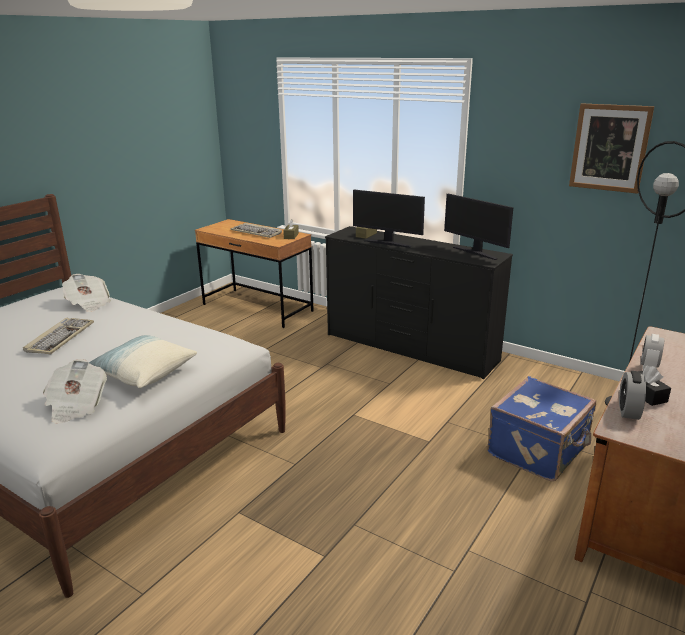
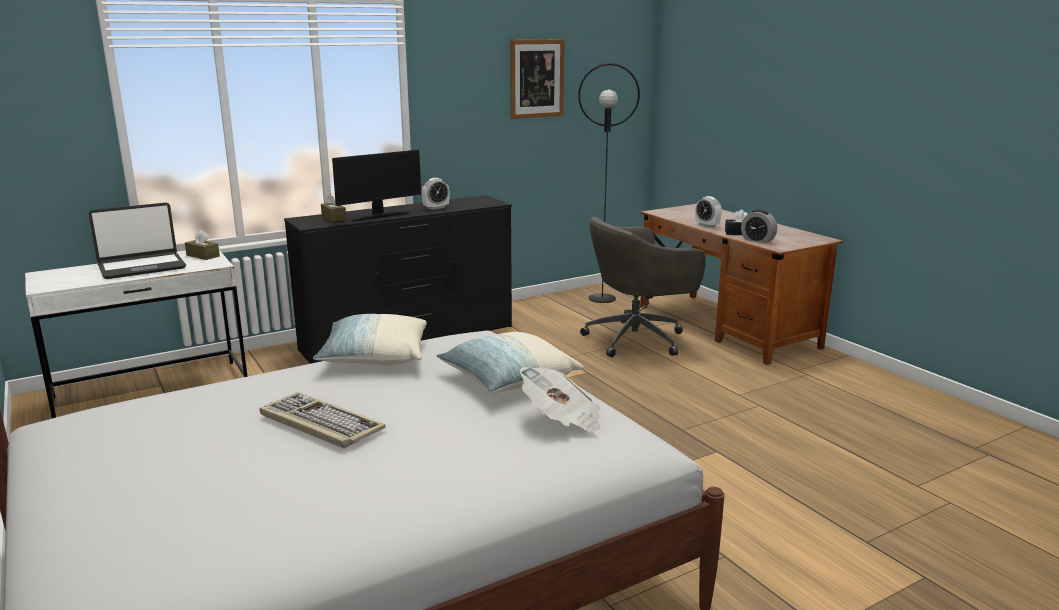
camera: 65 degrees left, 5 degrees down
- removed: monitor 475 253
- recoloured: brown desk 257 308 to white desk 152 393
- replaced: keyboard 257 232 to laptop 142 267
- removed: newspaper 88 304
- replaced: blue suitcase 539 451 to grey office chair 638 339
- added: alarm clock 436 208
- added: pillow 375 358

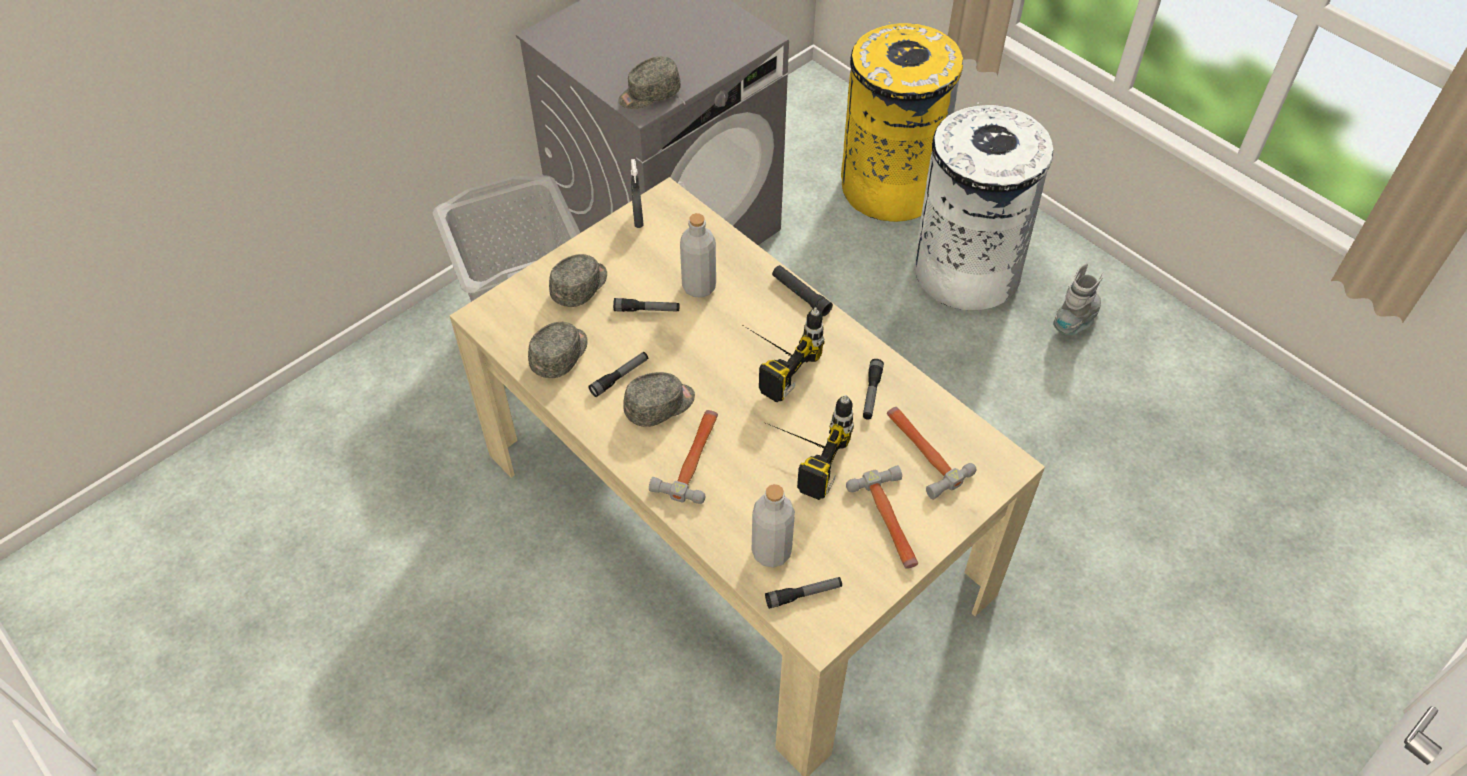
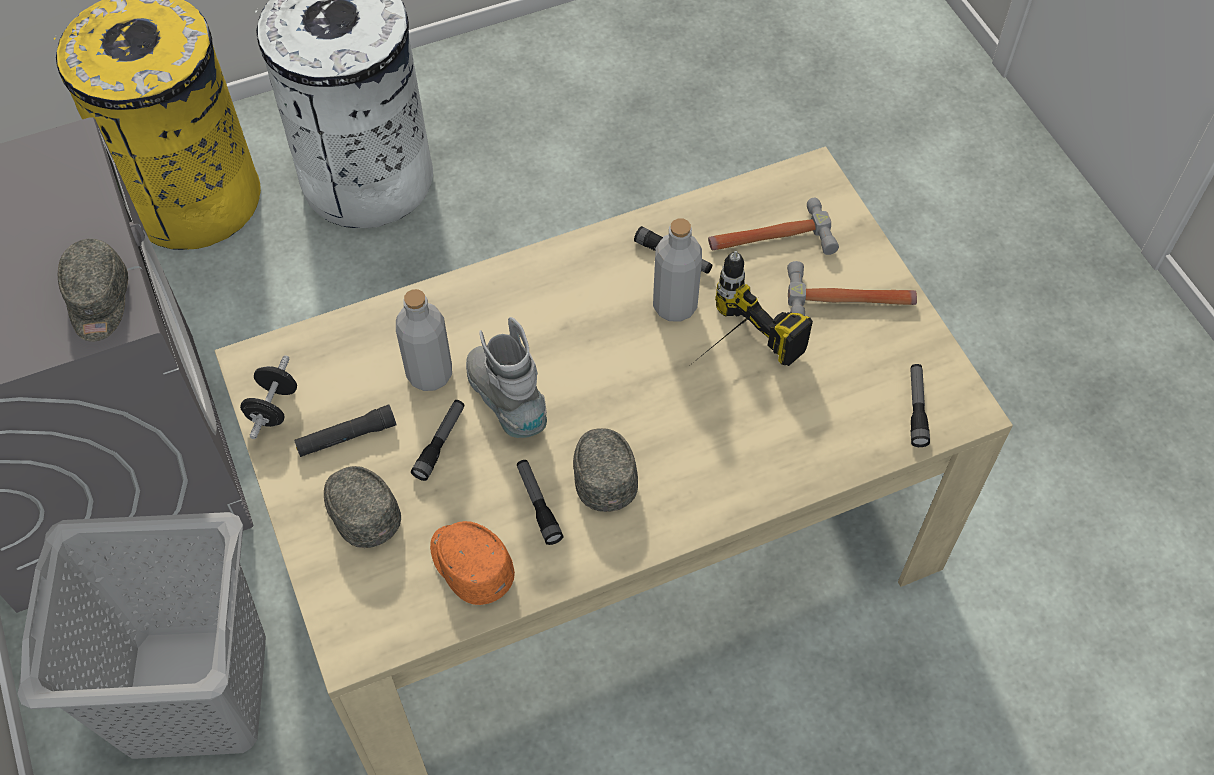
camera: 70 degrees left, 5 degrees up
- replaced: grey spray bottle 638 219 to black dumbbell 273 408
- moved: grey boot 1076 321 to 507 401
- moved: black flashlight 801 295 to 346 437
- removed: power drill 770 360
- recoloured: grey cap 560 355 to orange cap 470 565
- removed: hammer 693 458
- moved: grey bottle 771 551 to 675 305

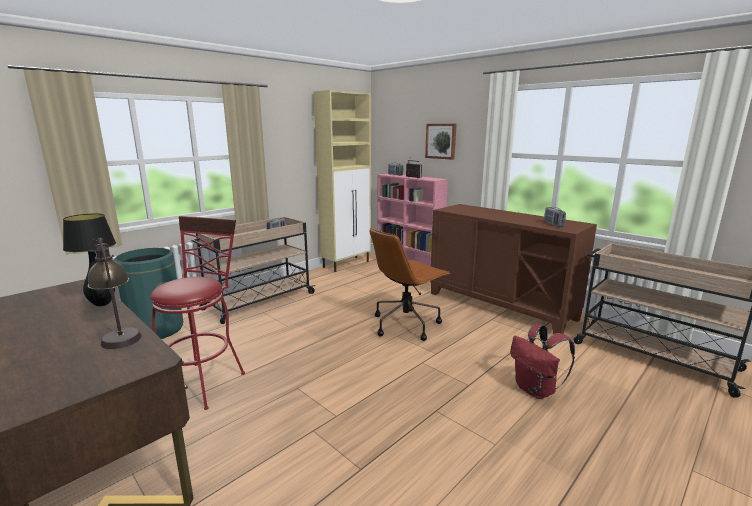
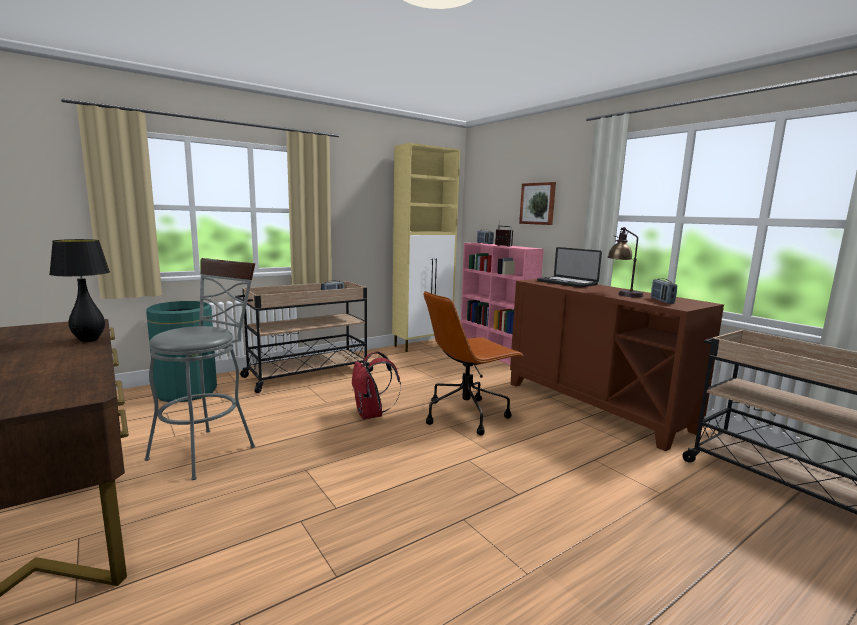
camera: 10 degrees right, 5 degrees down
- recoloured: red stool 205 380 to grey stool 209 449
- moved: table lamp 119 334 to 623 293
- moved: red backpack 536 390 to 371 414
- added: laptop 566 283

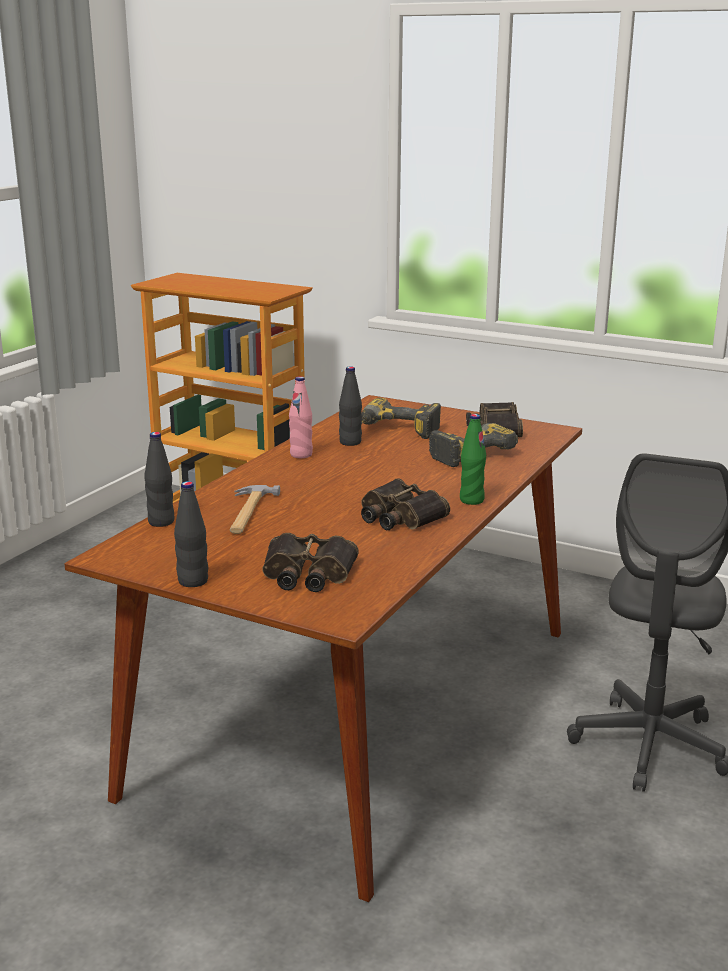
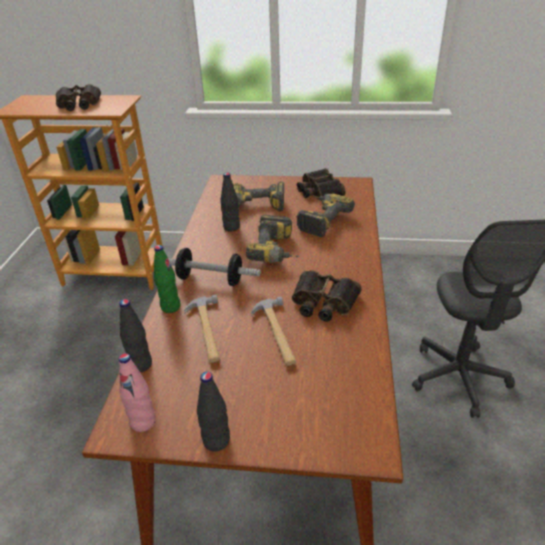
camera: 20 degrees left, 15 degrees up
- moved: pink bottle 301 455 to 143 422
- moved: green bottle 471 500 to 170 307
- moved: binoculars 307 574 to 78 104
- added: power drill 277 251
- added: dumbbell 210 279
- added: hammer 276 333

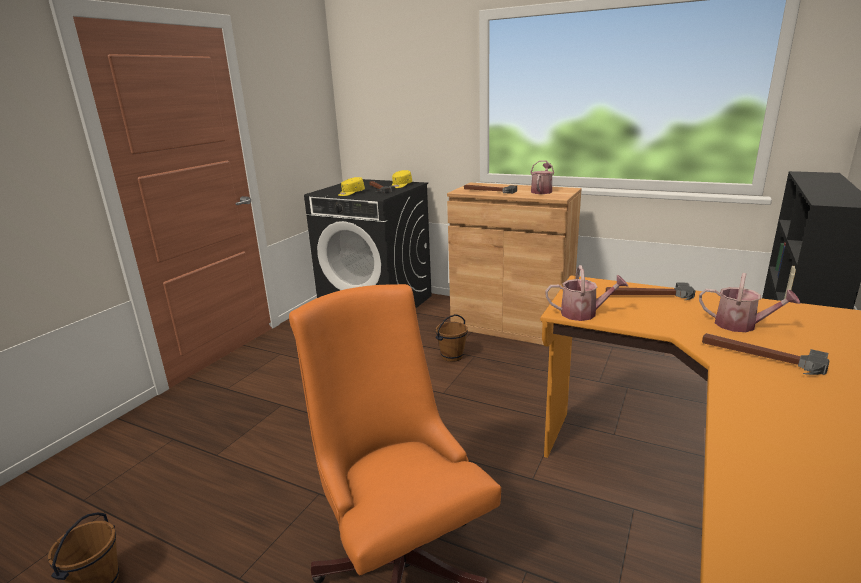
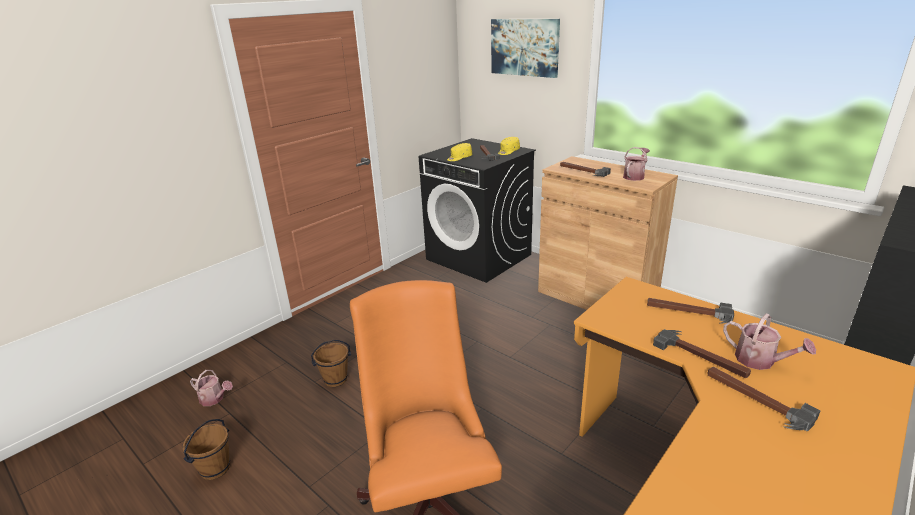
camera: 15 degrees right, 5 degrees up
- moved: watering can 583 313 to 214 399
- moved: brown bucket 452 357 to 335 380
- added: picture 524 47
- added: hammer 701 356

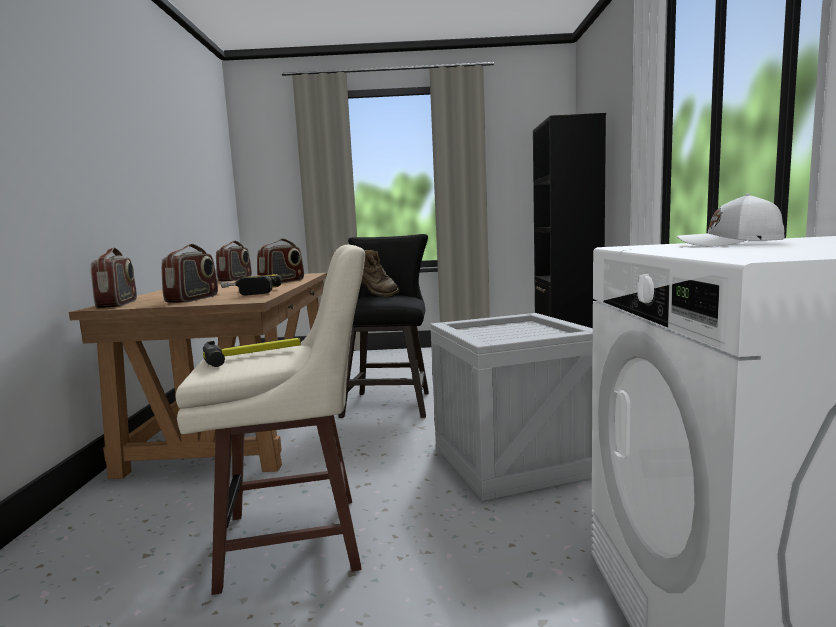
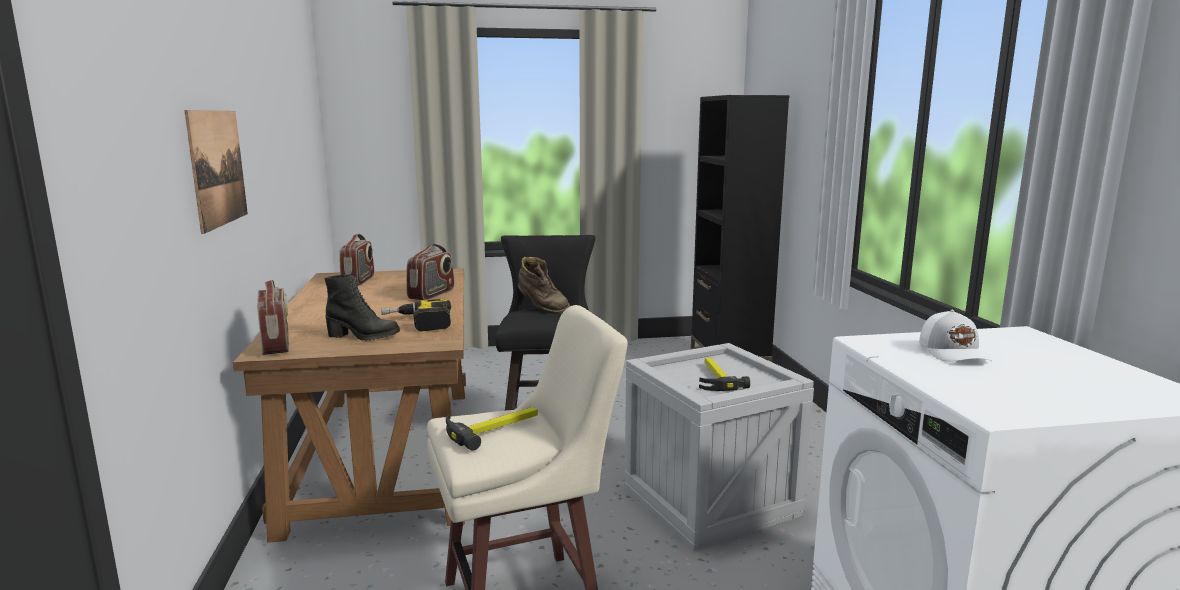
camera: 10 degrees left, 5 degrees up
- turned: white cap 730 244 = 954 352 105 degrees counterclockwise
- replaced: radio 193 299 to black boot 363 336
- added: picture 218 167
- added: hammer 714 377

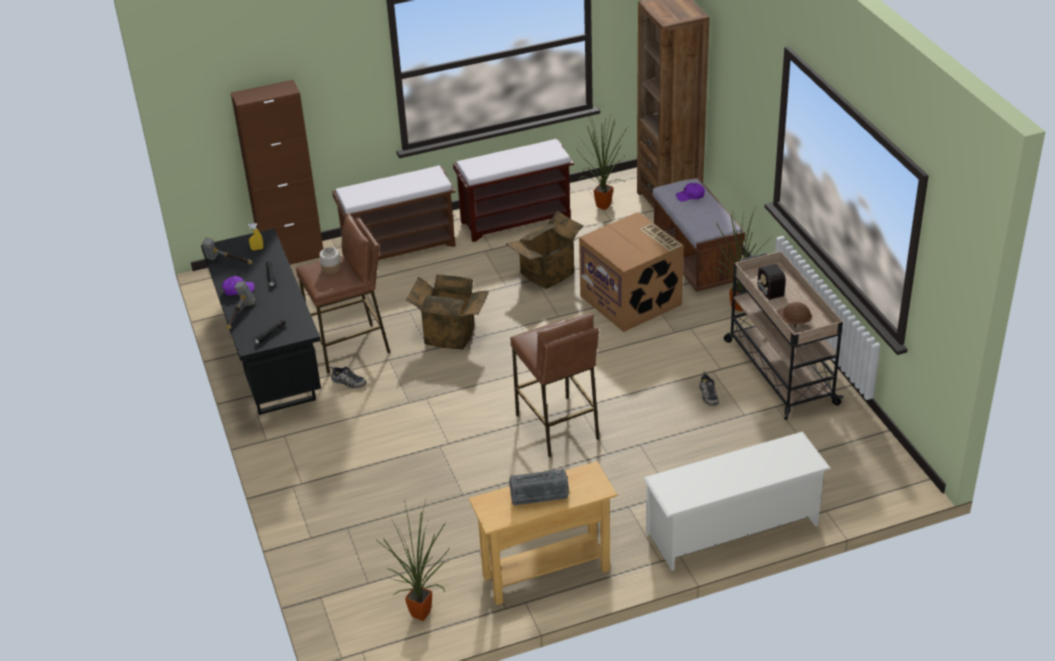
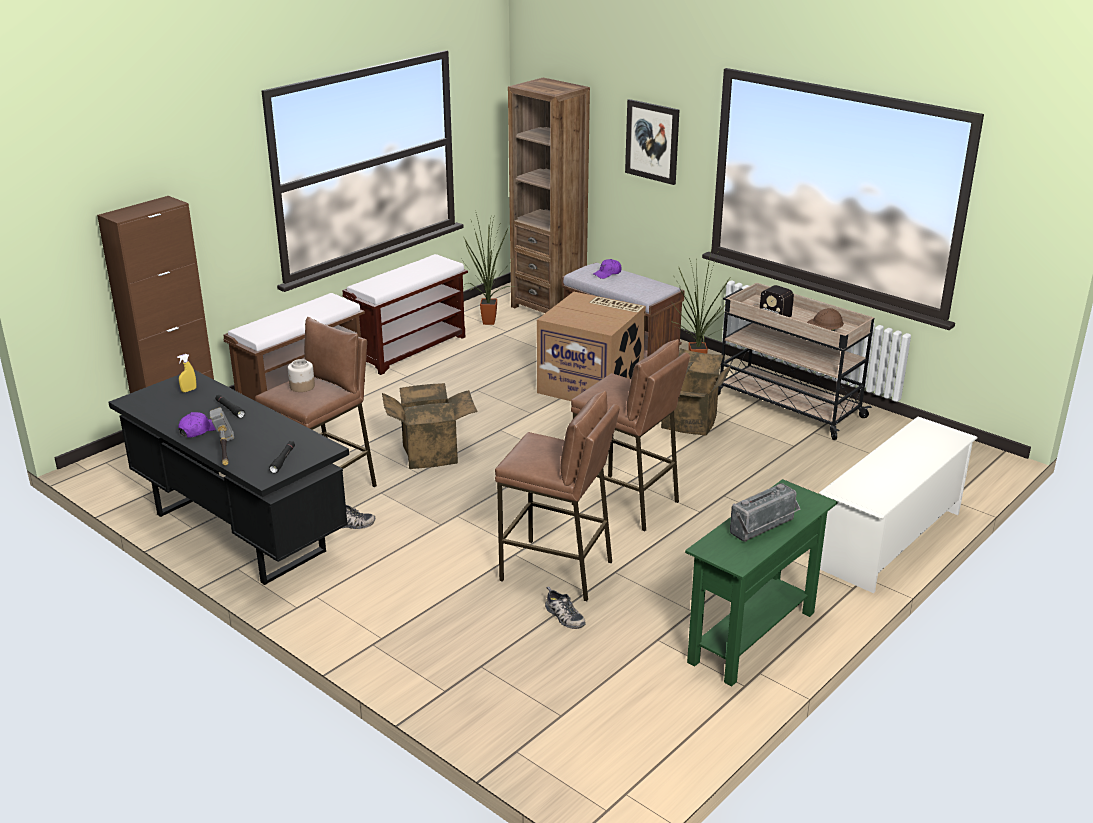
camera: 30 degrees left, 10 degrees down
- moved: cardboard box 548 274 to 691 422
- removed: hammer 228 263
- moved: shoe 707 394 to 563 616
- recoloured: beige console table 546 573 to green console table 752 637
- removed: potted plant 423 616
- added: picture 652 141
- added: brown stool 557 571

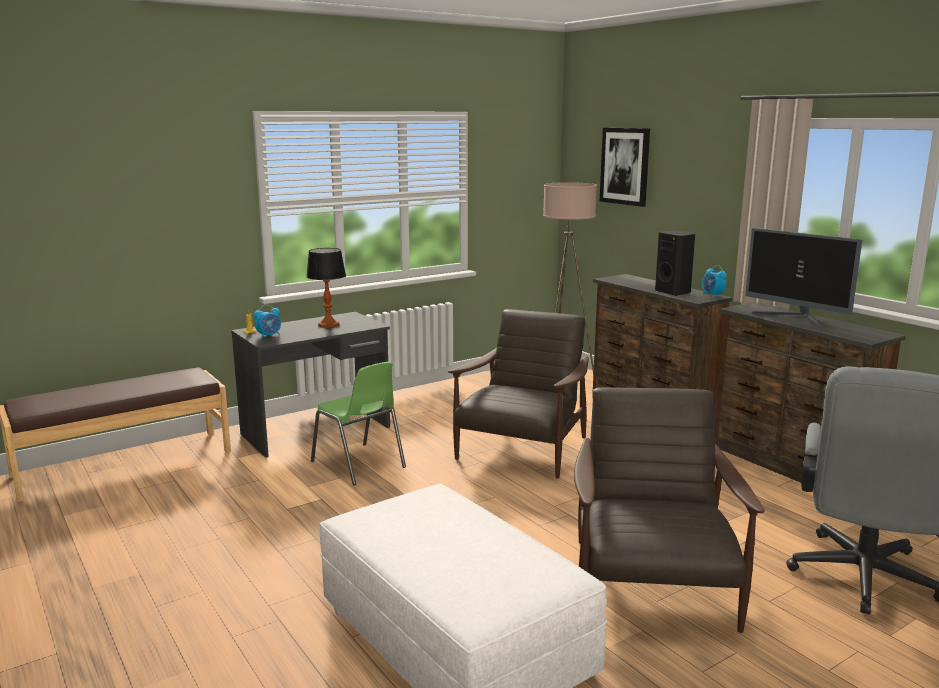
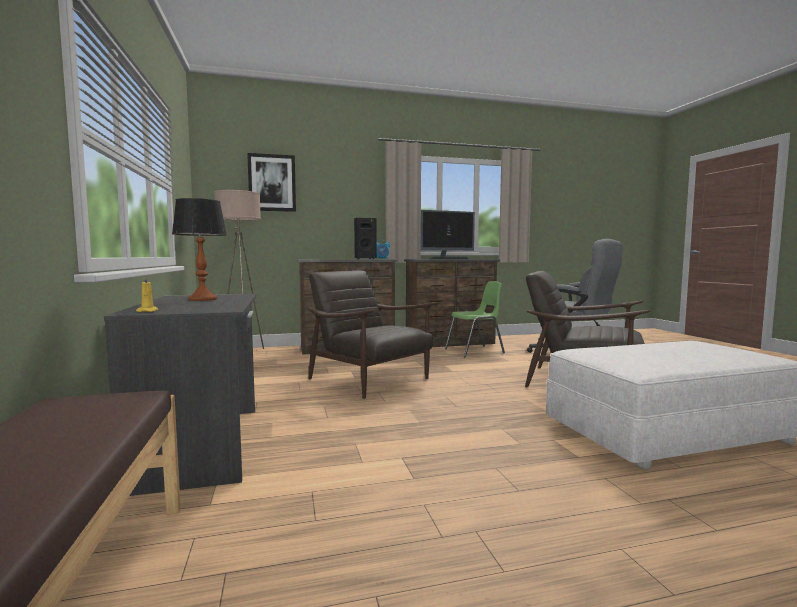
camera: 70 degrees left, 10 degrees down
- removed: alarm clock 269 336
- moved: green chair 359 465 to 475 351

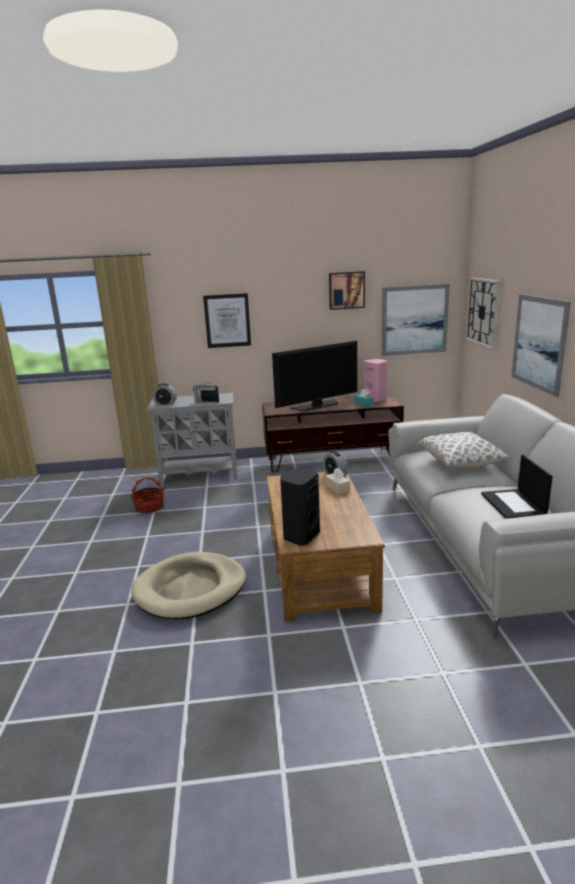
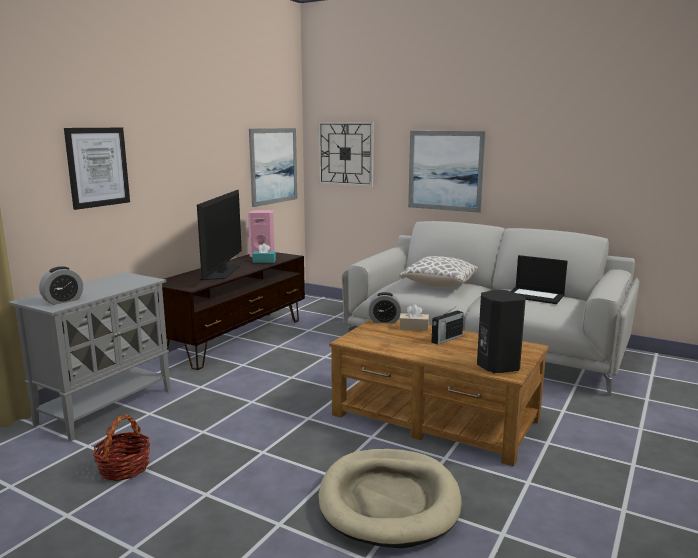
camera: 55 degrees left, 5 degrees down
- removed: picture 346 290
- moved: radio 206 402 to 446 339

